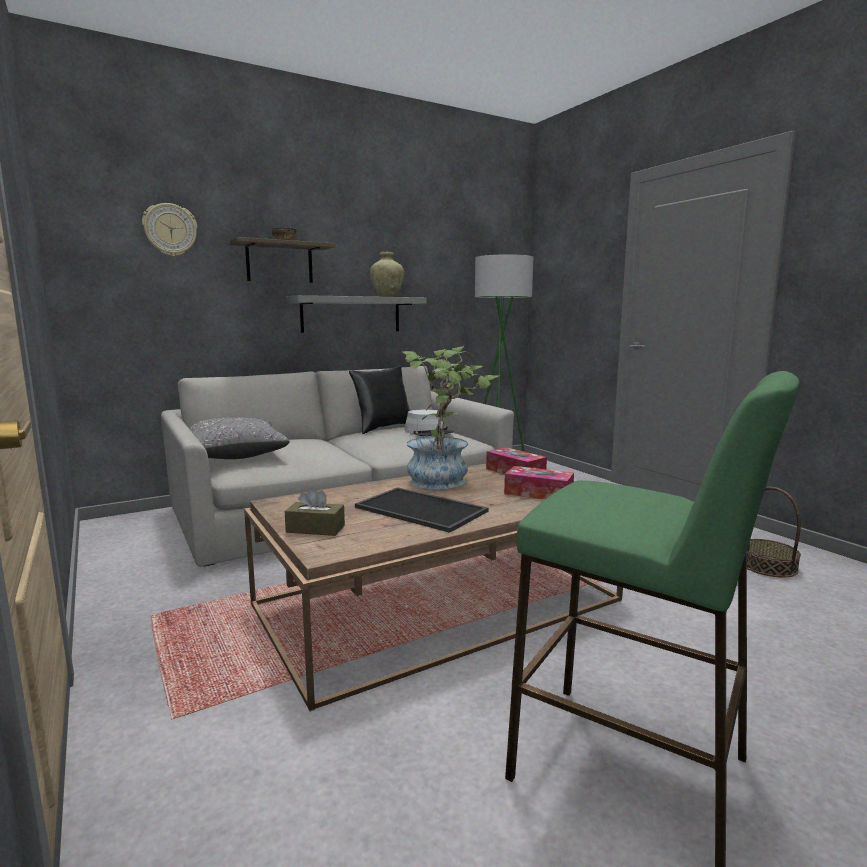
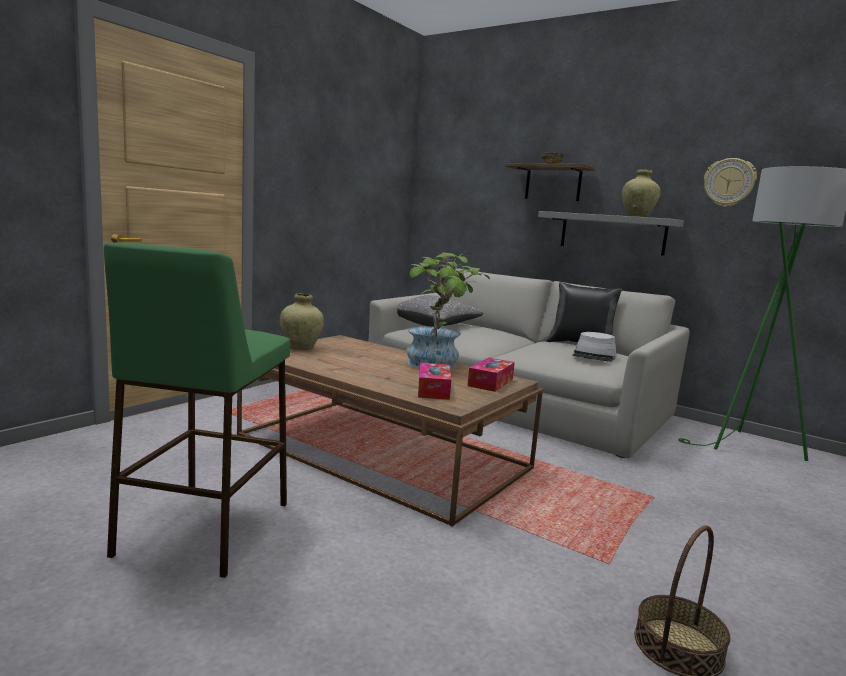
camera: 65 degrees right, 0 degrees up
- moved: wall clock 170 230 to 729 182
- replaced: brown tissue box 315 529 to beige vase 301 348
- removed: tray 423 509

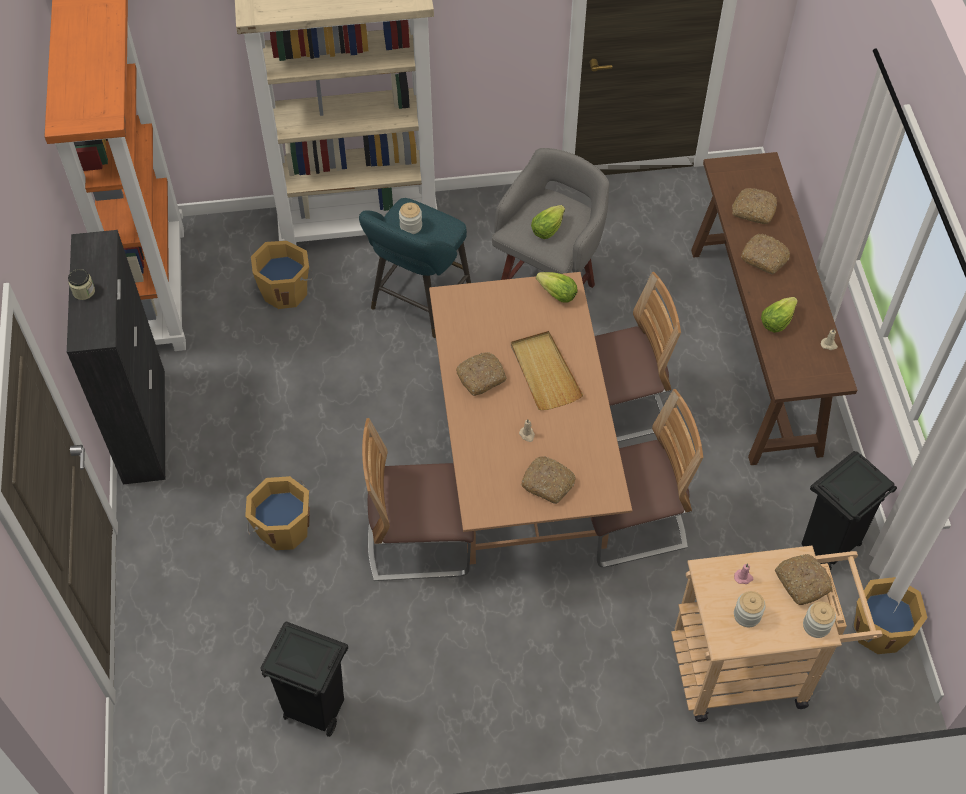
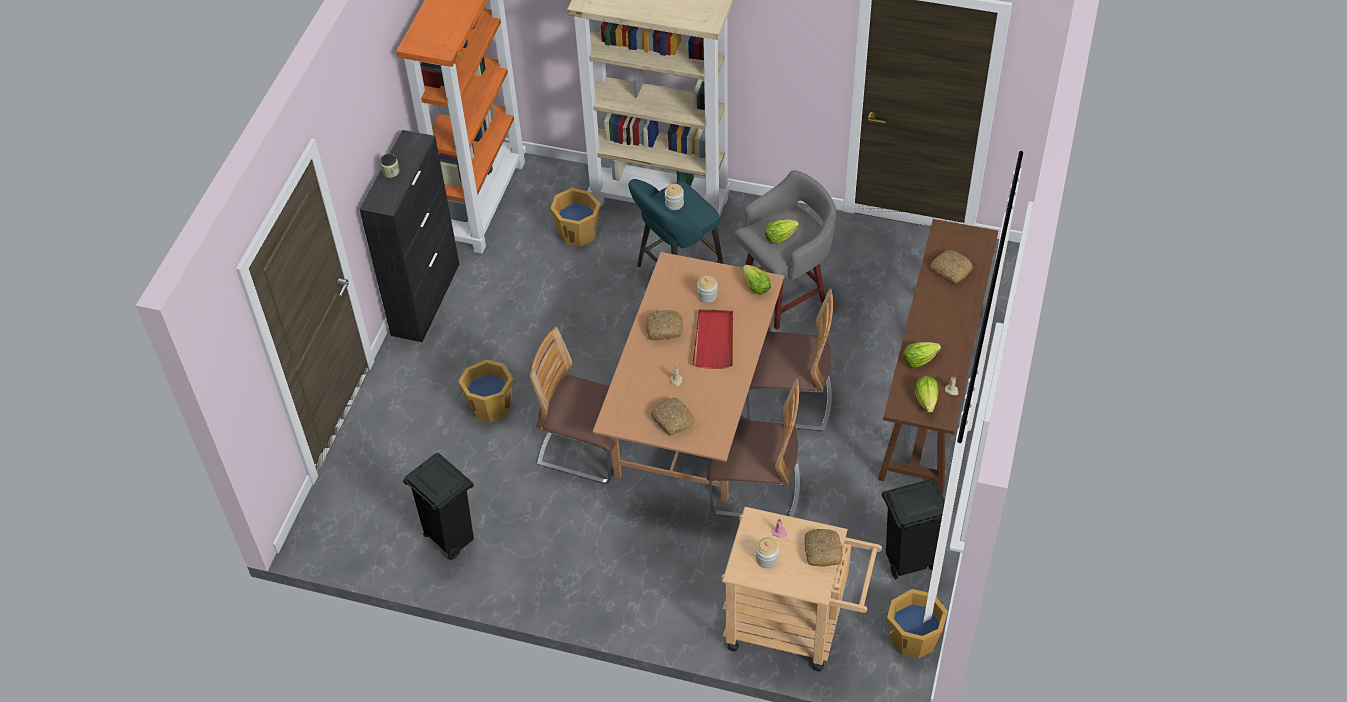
camera: 25 degrees right, 5 degrees down
- removed: bread 765 258
- recoloured: beige tray 544 372 to red tray 714 340
- moved: jar 816 625 to 707 296
- added: lettuce 926 400

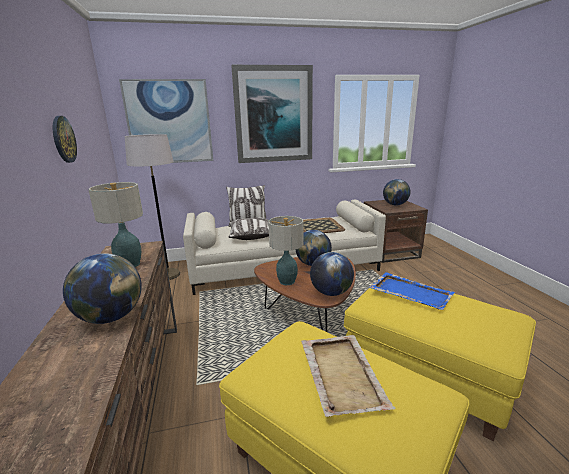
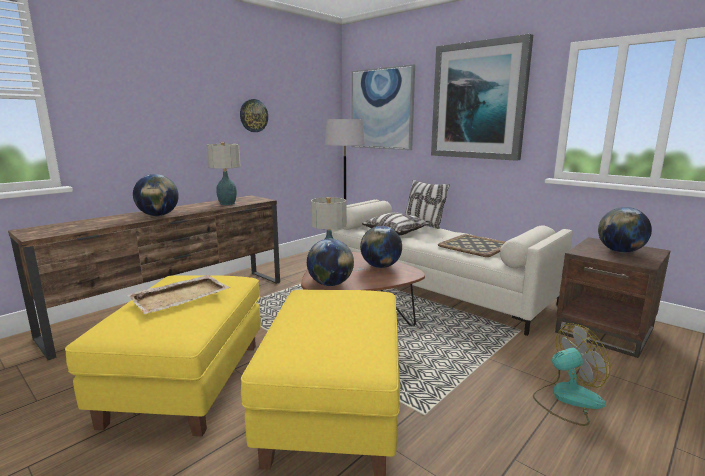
camera: 55 degrees right, 5 degrees down
- removed: blue tray 410 292
- added: fan 567 399

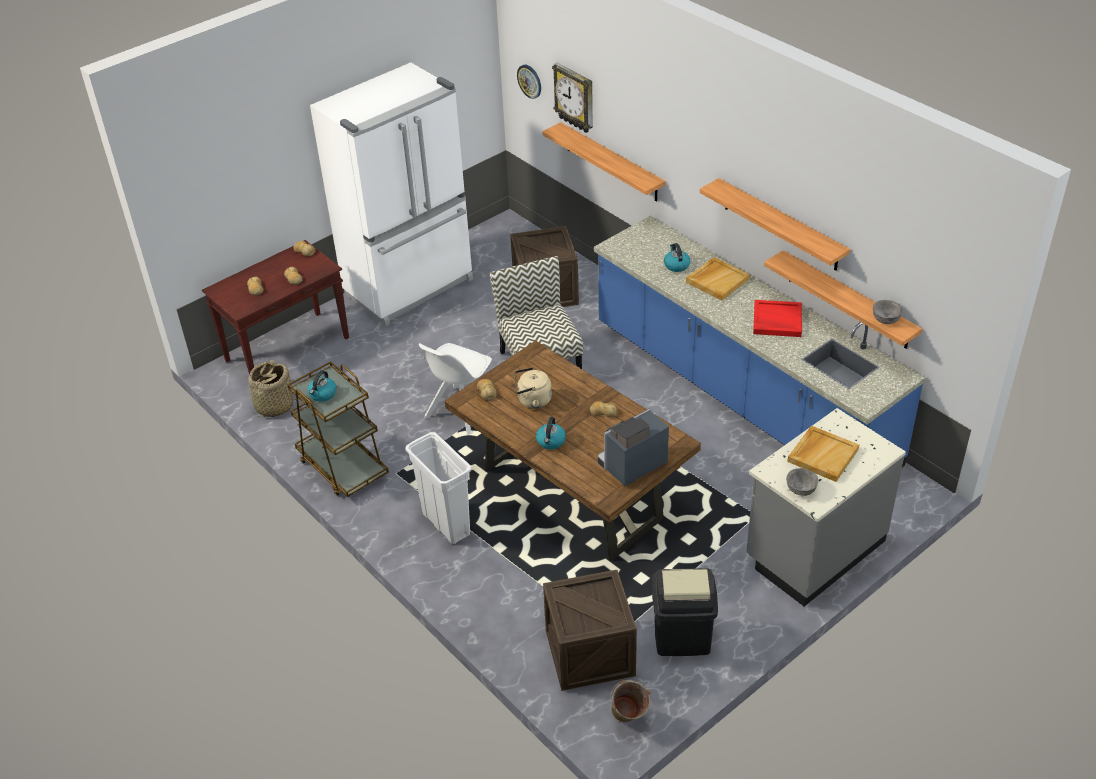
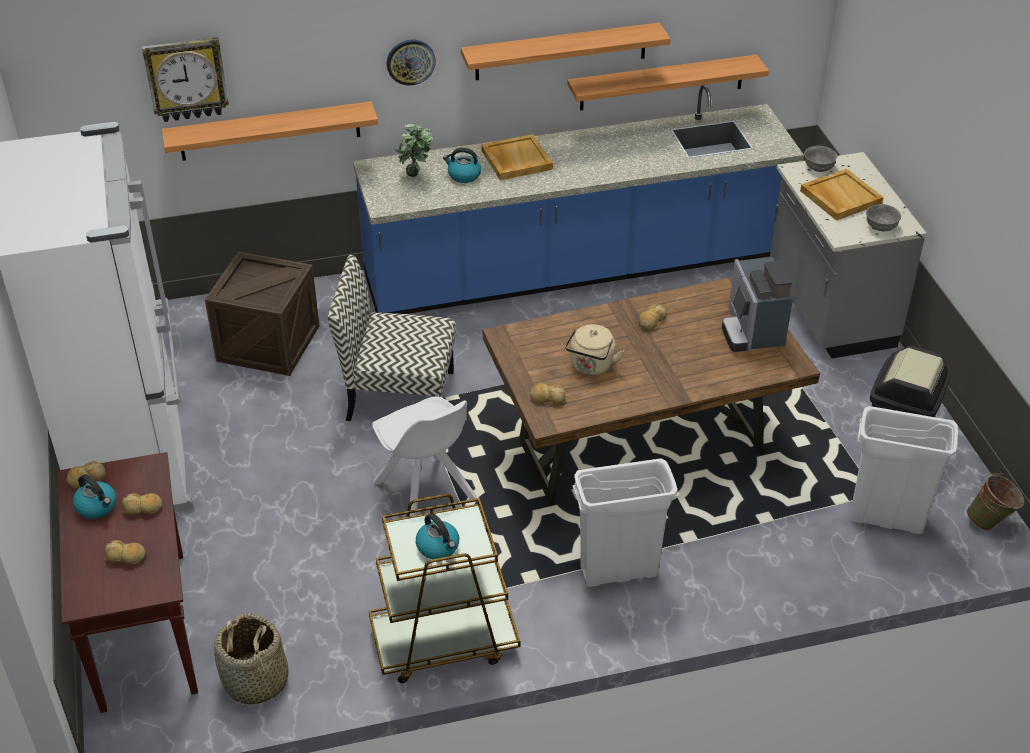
camera: 65 degrees left, 0 degrees up
- moved: wall clock 529 81 to 410 61
- removed: red tray 776 321
- moved: grey bowl 886 319 to 819 167
- moved: kettle 551 441 to 97 506
- replaced: crate 590 653 to white trash can 886 519
- added: potted plant 416 178

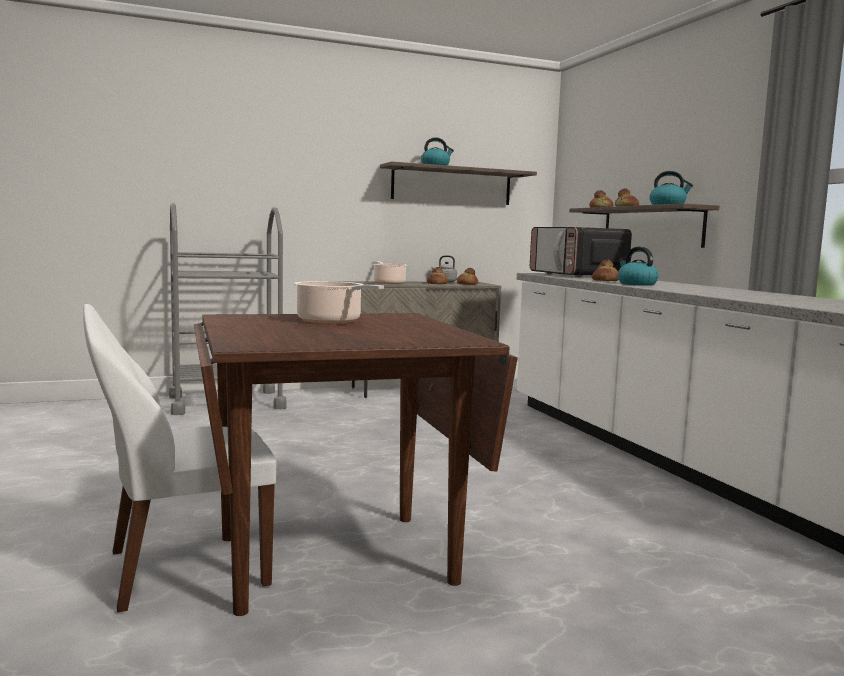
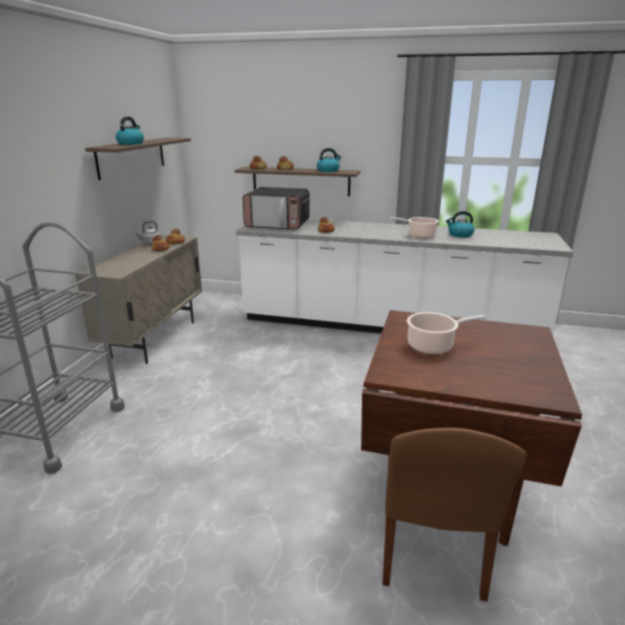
camera: 55 degrees left, 15 degrees up
- moved: kettle 636 284 to 460 235
- moved: cooking pot 388 283 to 419 236
- recoloured: white chair 182 569 to brown chair 431 553

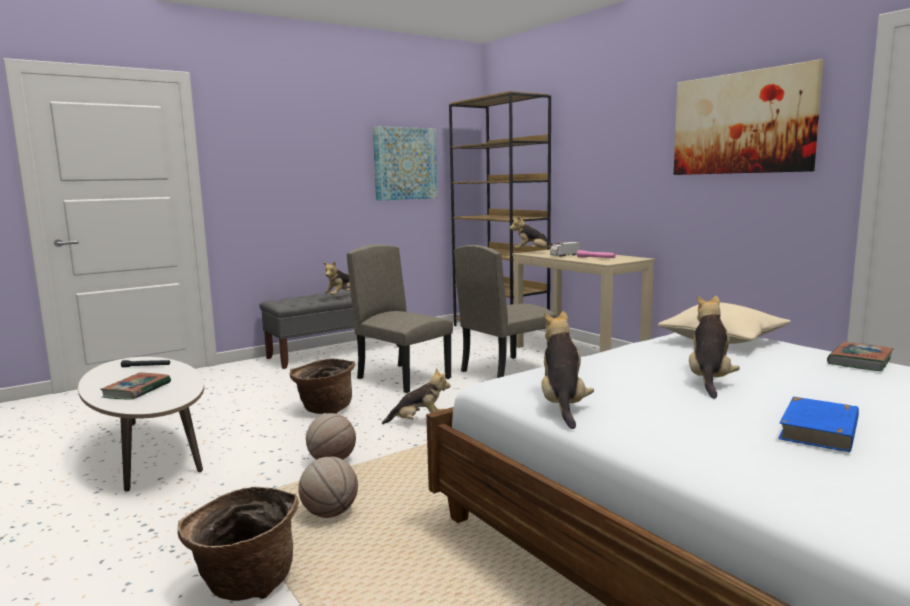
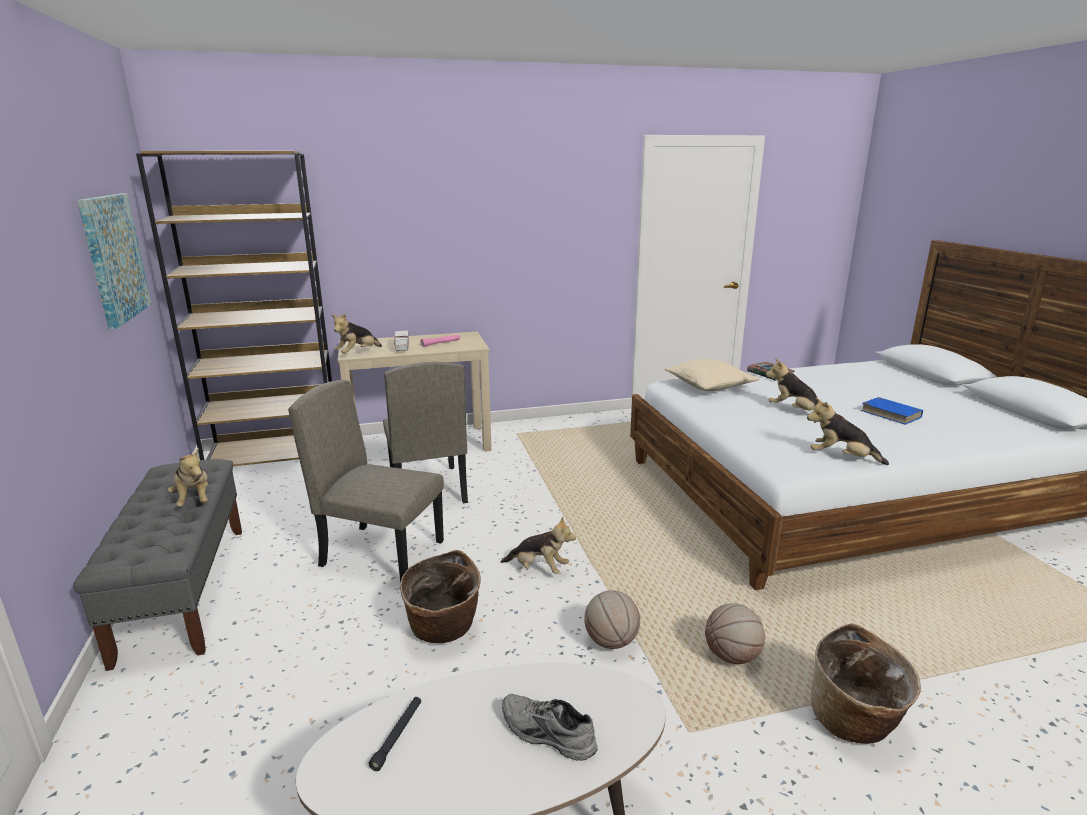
camera: 70 degrees left, 10 degrees up
- removed: picture 742 123
- turned: beige chair 404 378 = 383 553 45 degrees clockwise
- turned: plush toy 418 422 = 539 569 90 degrees clockwise
- replaced: book 137 390 to grey shoe 546 735

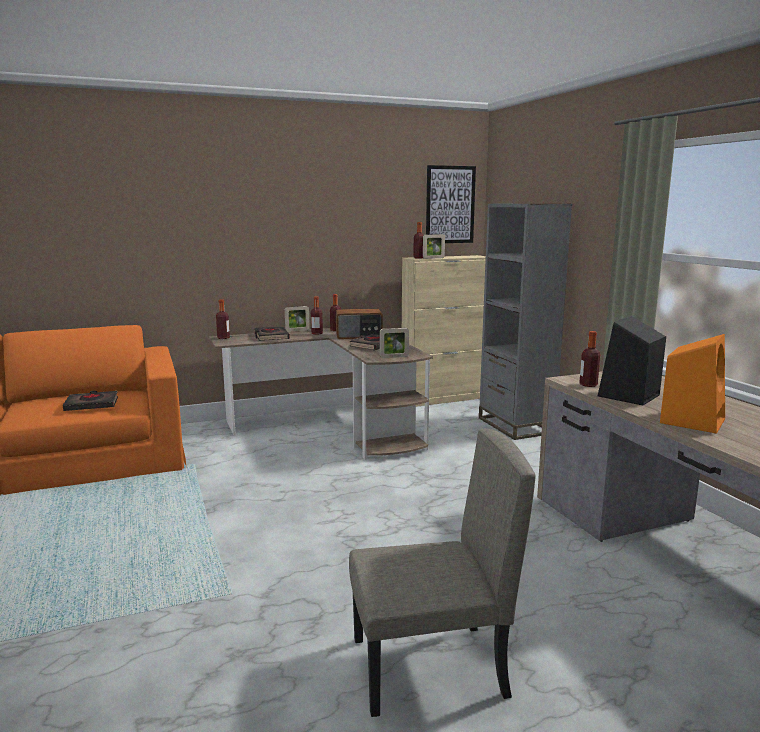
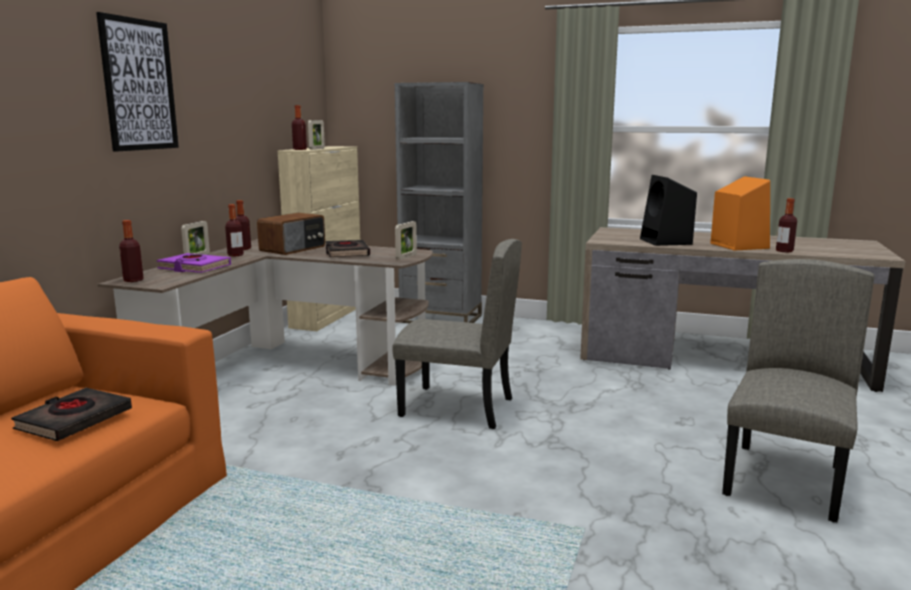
camera: 50 degrees left, 0 degrees up
- moved: picture 450 205 to 139 85
- recoloured: black book 271 337 to purple book 194 267
- moved: bottle 588 385 to 784 251
- added: beige chair 456 407

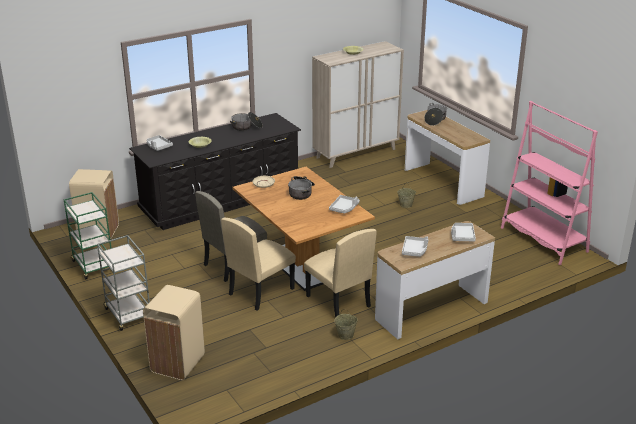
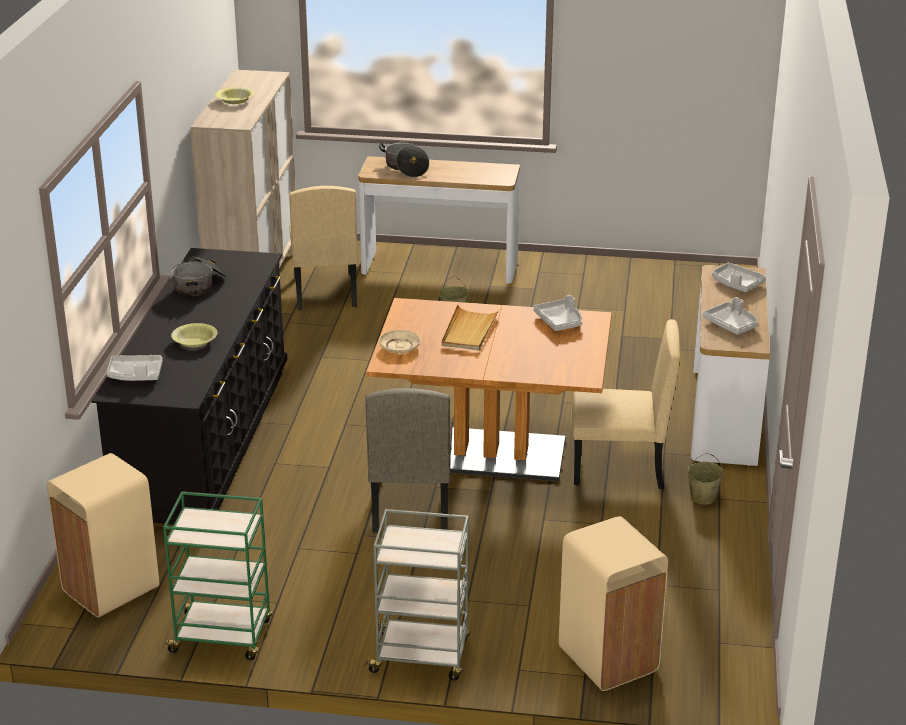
camera: 50 degrees left, 0 degrees up
- removed: pink bookcase 543 240
- replaced: cooking pot 301 192 to beige tray 469 331
- moved: beige chair 261 291 to 324 291

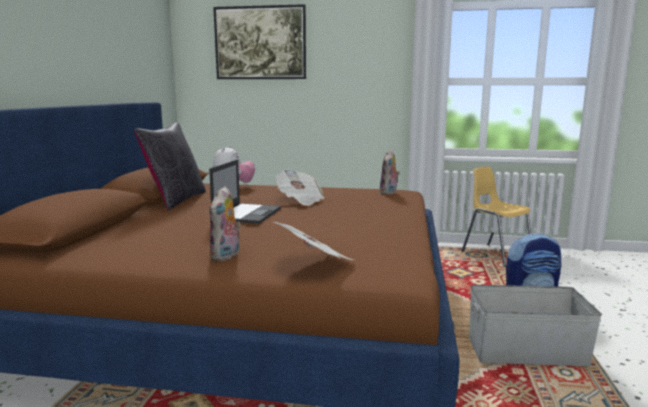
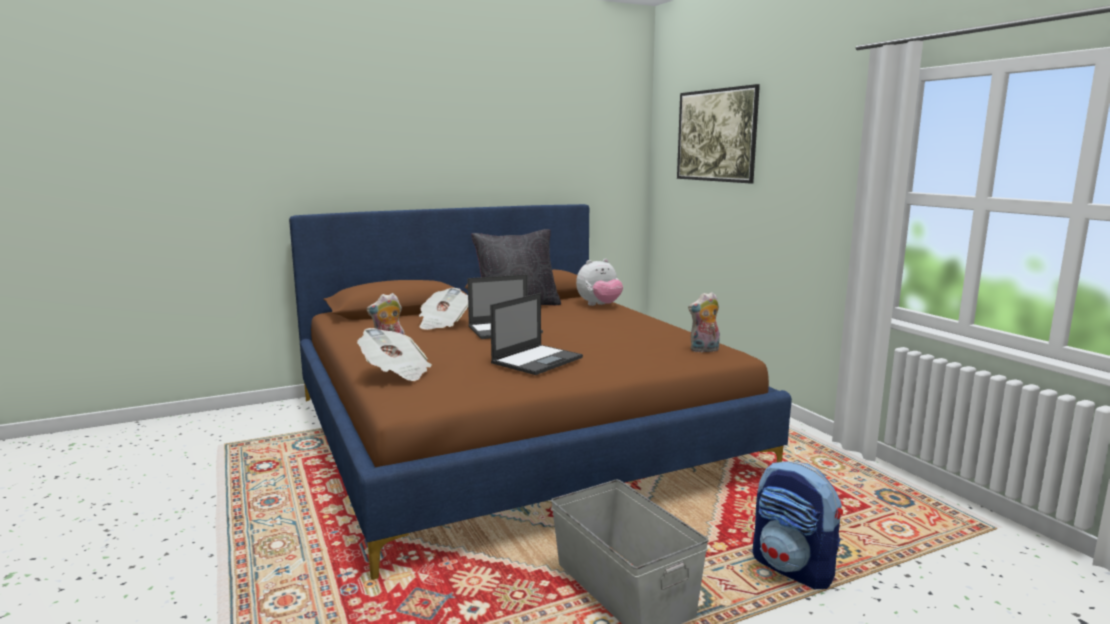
camera: 55 degrees right, 0 degrees up
- removed: yellow chair 496 255
- moved: newspaper 300 200 to 443 323
- added: laptop 537 360

